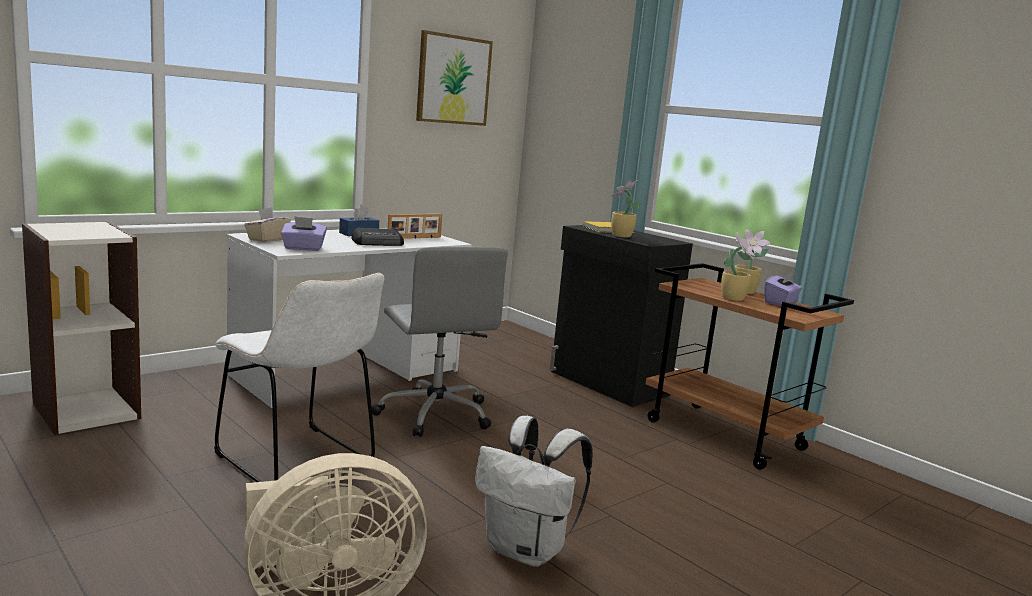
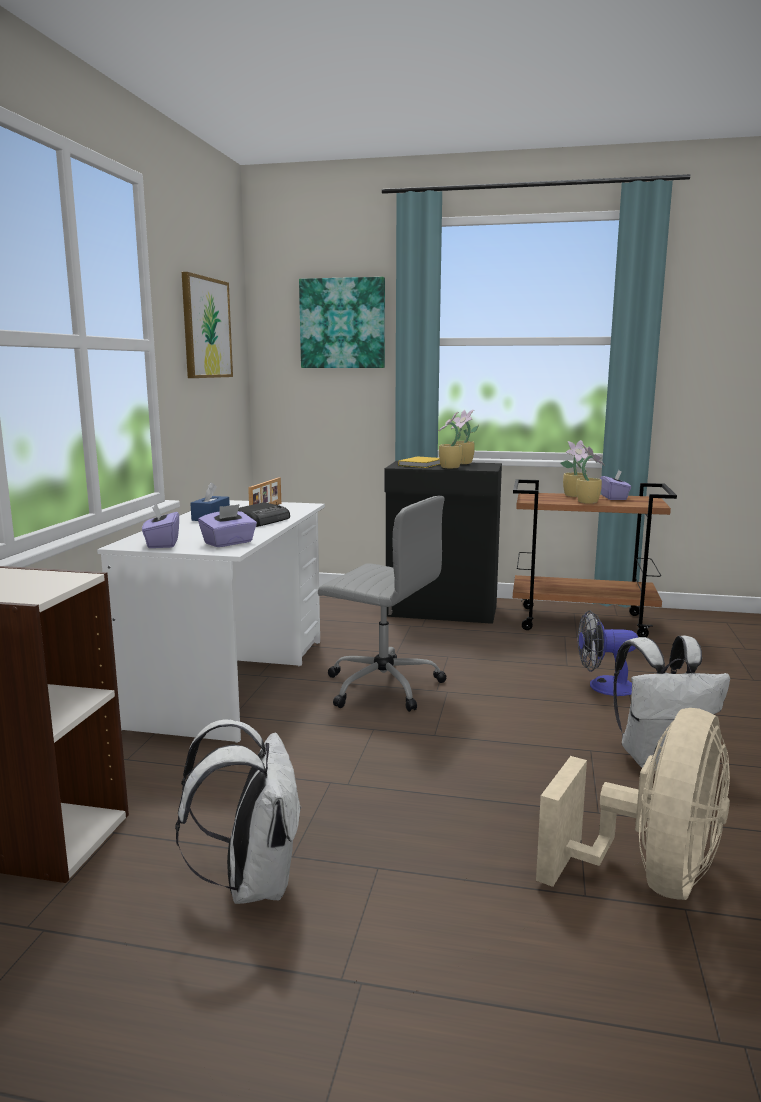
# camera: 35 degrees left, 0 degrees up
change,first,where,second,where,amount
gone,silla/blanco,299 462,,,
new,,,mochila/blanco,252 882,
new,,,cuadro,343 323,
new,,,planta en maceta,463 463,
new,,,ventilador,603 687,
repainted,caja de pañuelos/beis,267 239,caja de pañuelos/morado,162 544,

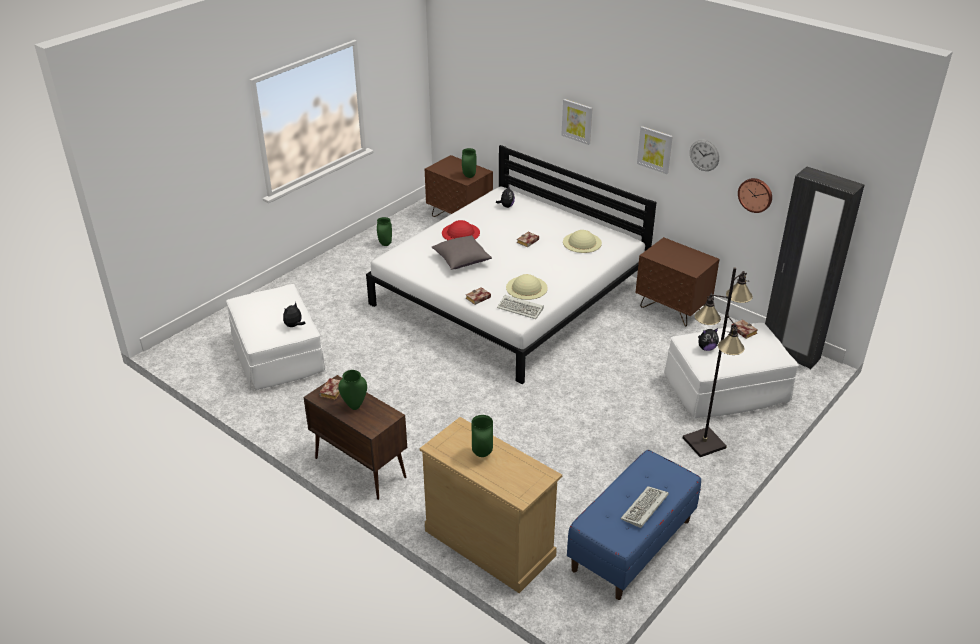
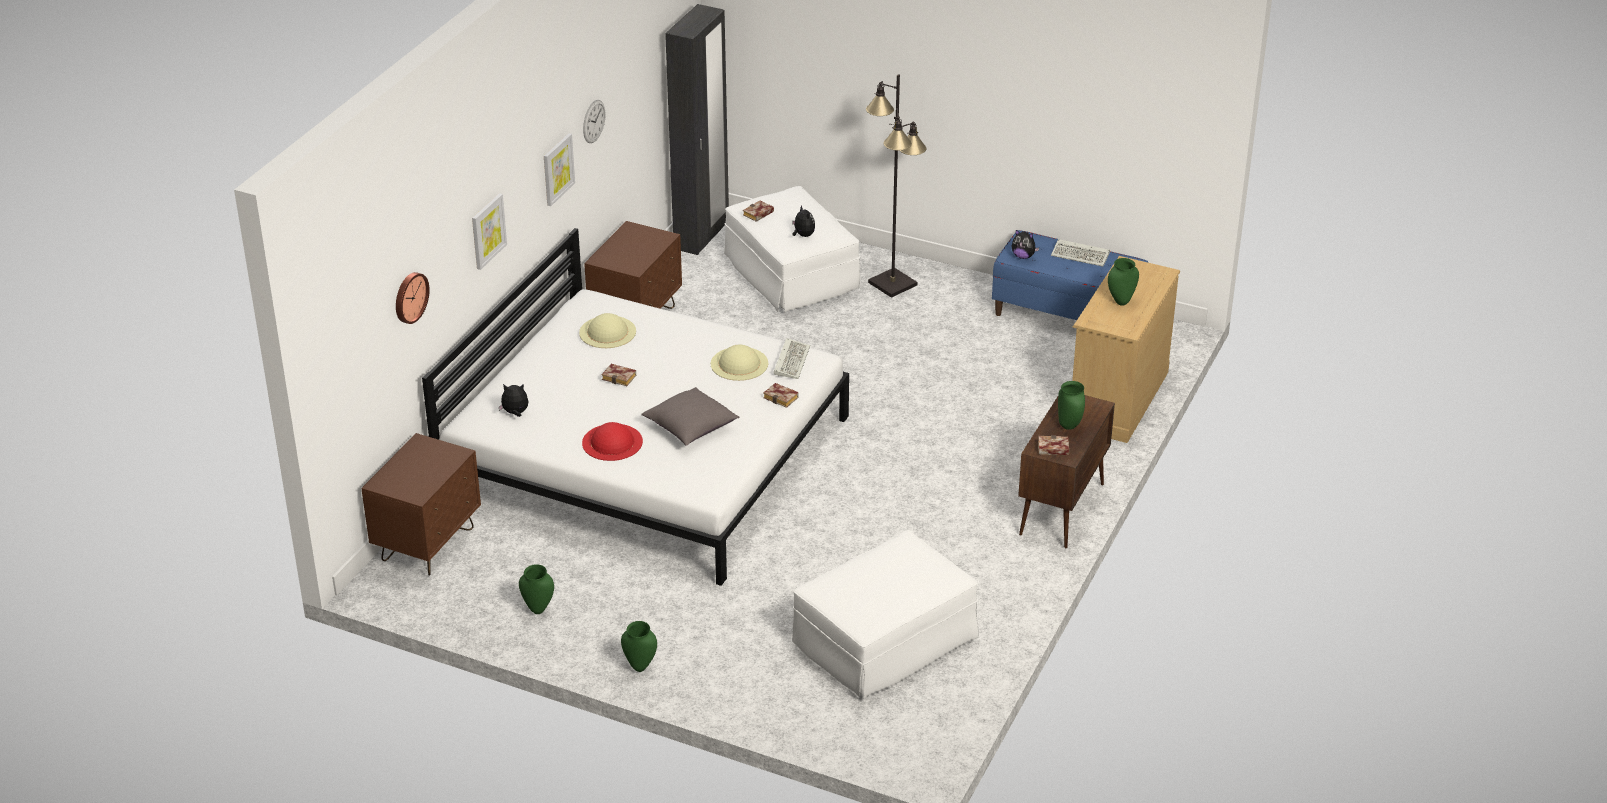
# camera: 105 degrees left, 0 degrees up
change,first,where,second,where,amount
shifted,peluche,294 326,,1023 256,
shifted,florero/verde,468 176,,640 667,
shifted,reloj de pared,755 194,,409 297,

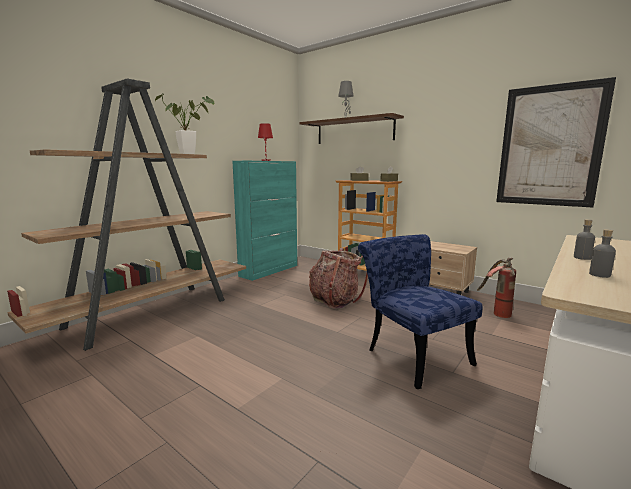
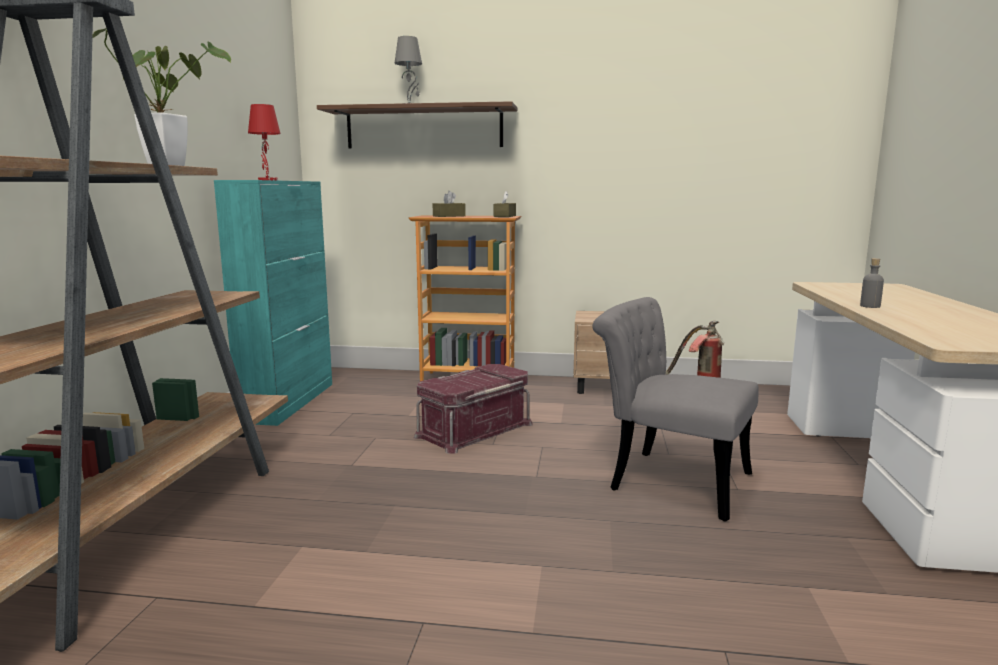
# camera: 30 degrees left, 0 degrees up
change,first,where,second,where,amount
gone,cuadro,549 146,,,
gone,botella/gris,599 275,,,
swapped,mochila,335 300,caja de almacenaje/rojo,473 429,
repainted,silla/azul,412 354,silla/gris,668 479,

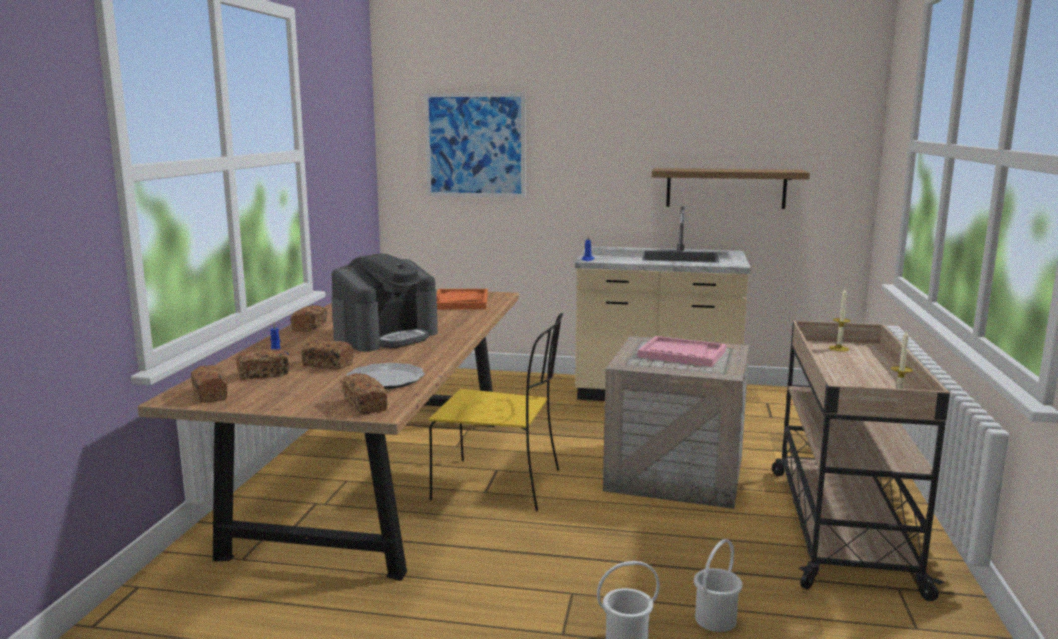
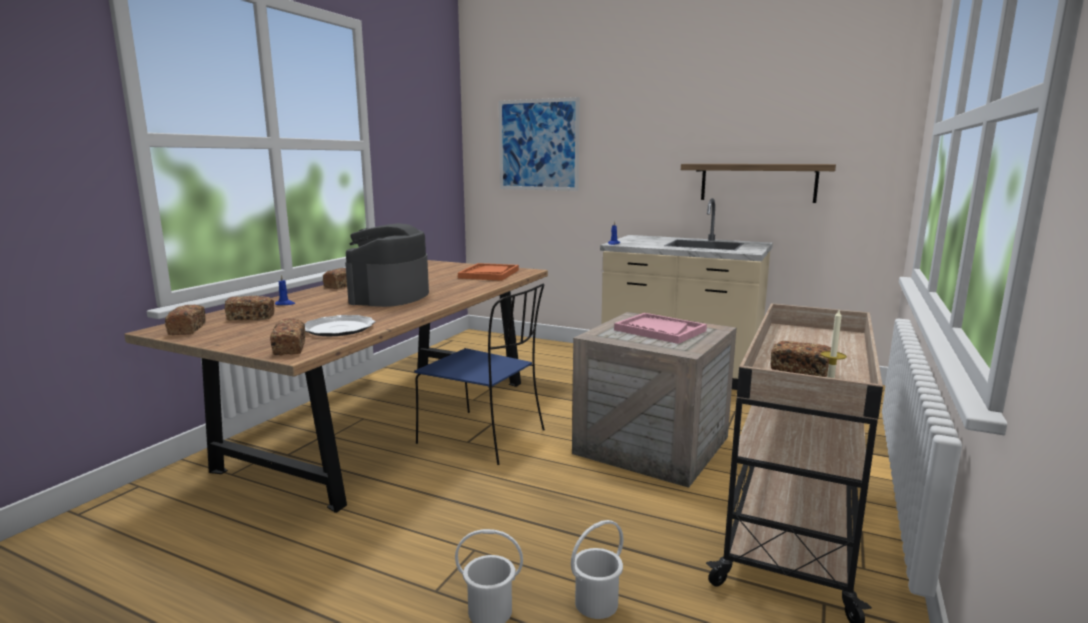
# camera: 15 degrees right, 0 degrees up
change,first,where,second,where,amount
gone,vela,839 348,,,
shifted,pan,327 365,,800 370,
repainted,silla/amarillo,500 485,silla/azul,484 437,
rotated,cafetera,386 337,,390 296,135 degrees clockwise

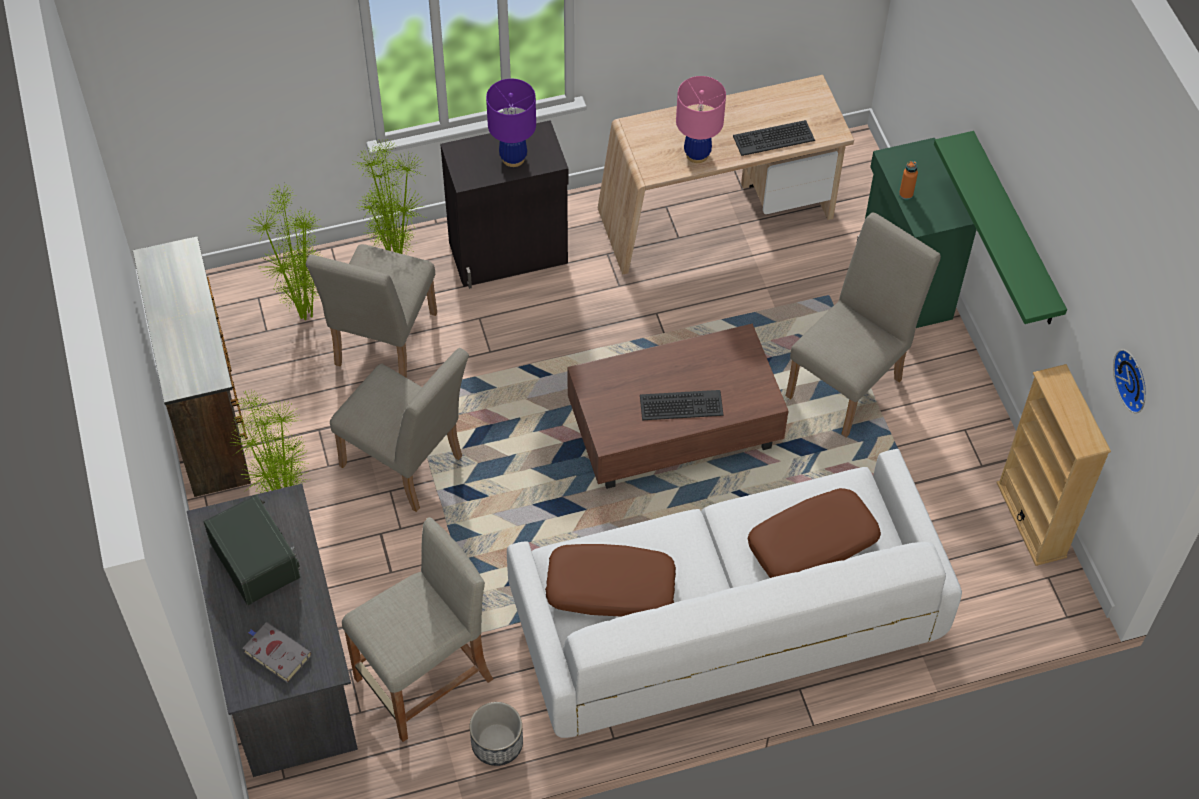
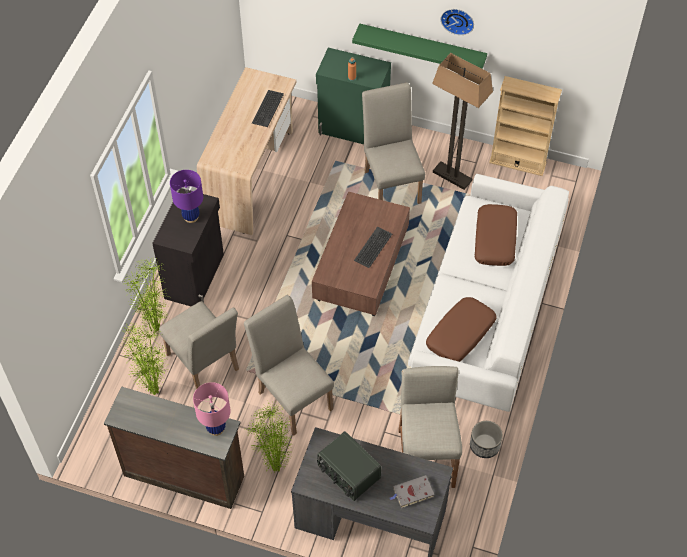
# camera: 55 degrees left, 0 degrees up
change,first,where,second,where,amount
new,,,lámpara de pie,452 176,
shifted,lámpara de mesa/rosa,697 154,,216 428,
shifted,reloj de pared,1134 380,,458 20,
rotated,radio,256 560,,348 473,135 degrees counterclockwise
rotated,silla/beis,408 467,,292 396,105 degrees counterclockwise

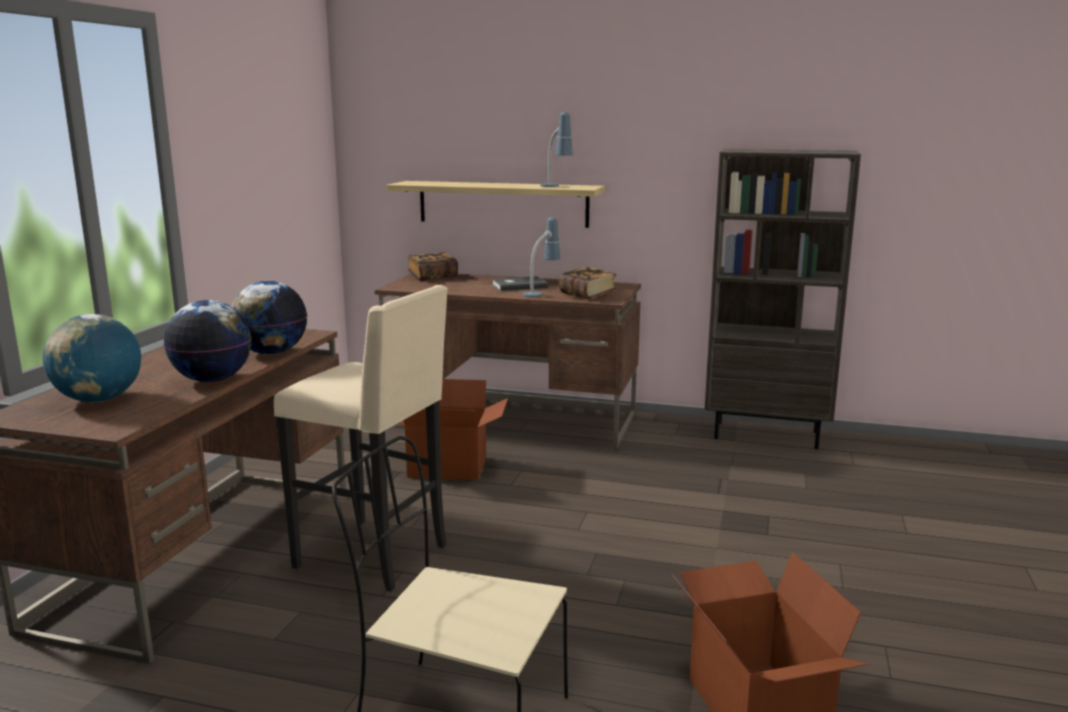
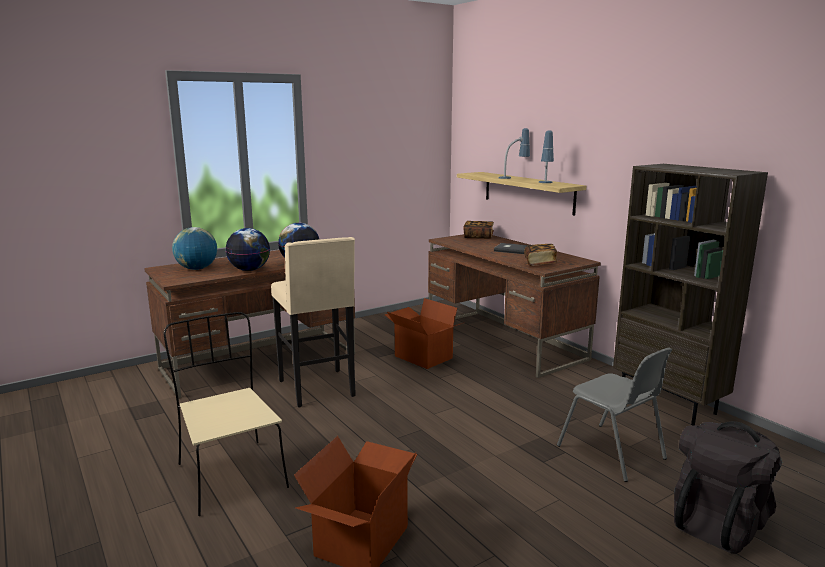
# camera: 40 degrees right, 0 degrees up
change,first,where,second,where,amount
new,,,silla/gris,612 453,
new,,,mochila/negro,718 523,
shifted,lámpara de mesa,541 293,,513 178,

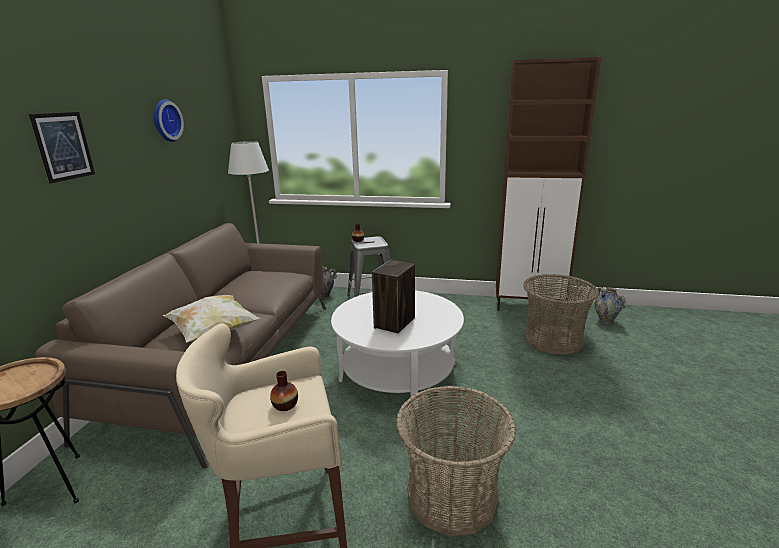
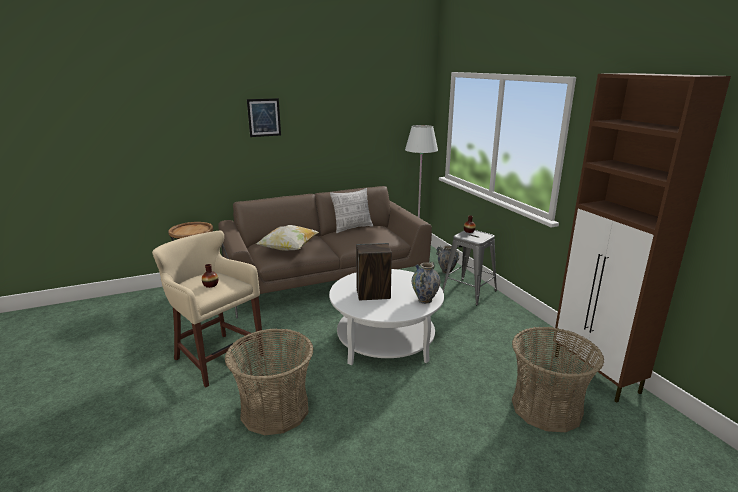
# camera: 55 degrees right, 0 degrees up
change,first,where,second,where,amount
gone,reloj de pared,165 120,,,
new,,,cojín,352 228,
shifted,florero,605 321,,425 300,

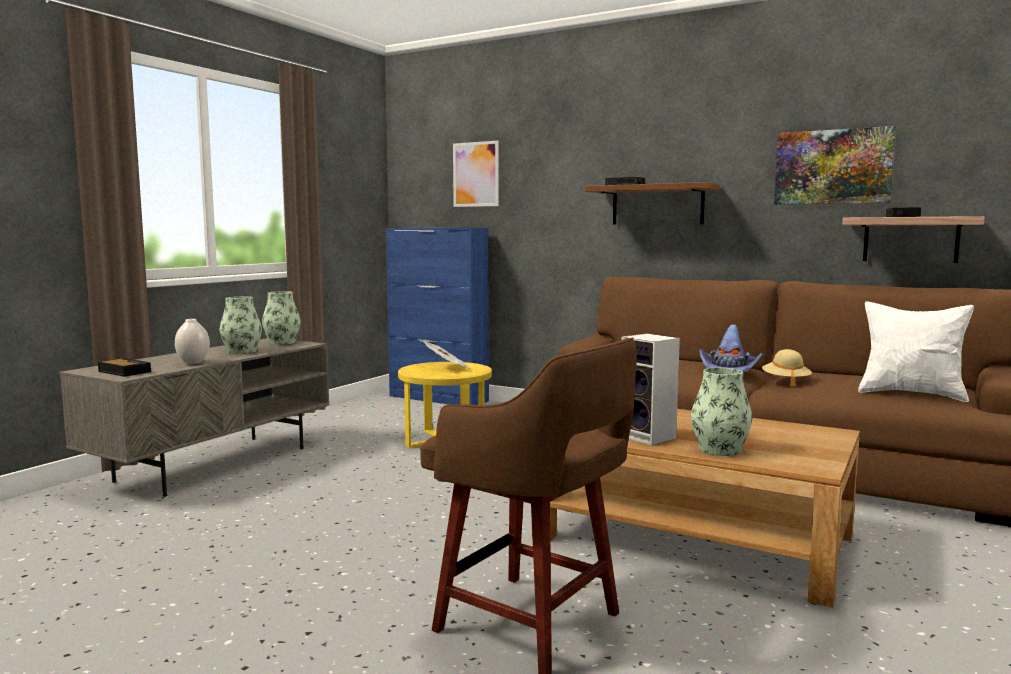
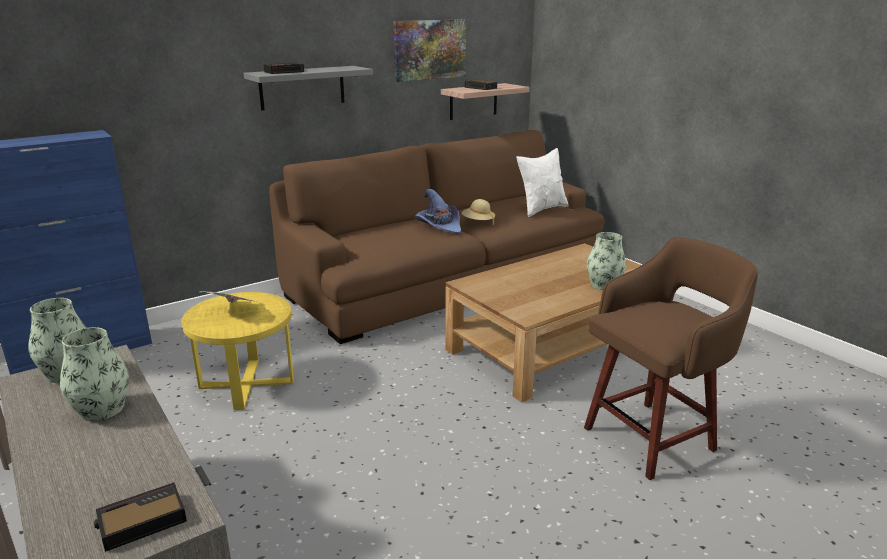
# camera: 65 degrees left, 15 degrees up
change,first,where,second,where,amount
gone,florero/blanco,194 363,,,
gone,cuadro,476 174,,,
gone,altavoz,650 437,,,
repainted,estante/marrón,657 205,estante/gris,302 87,

